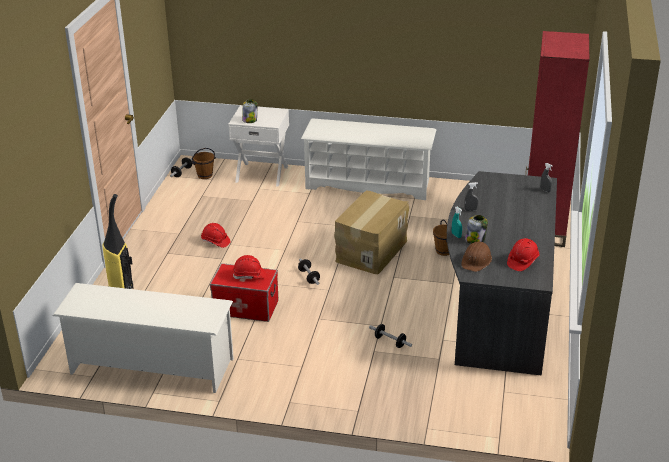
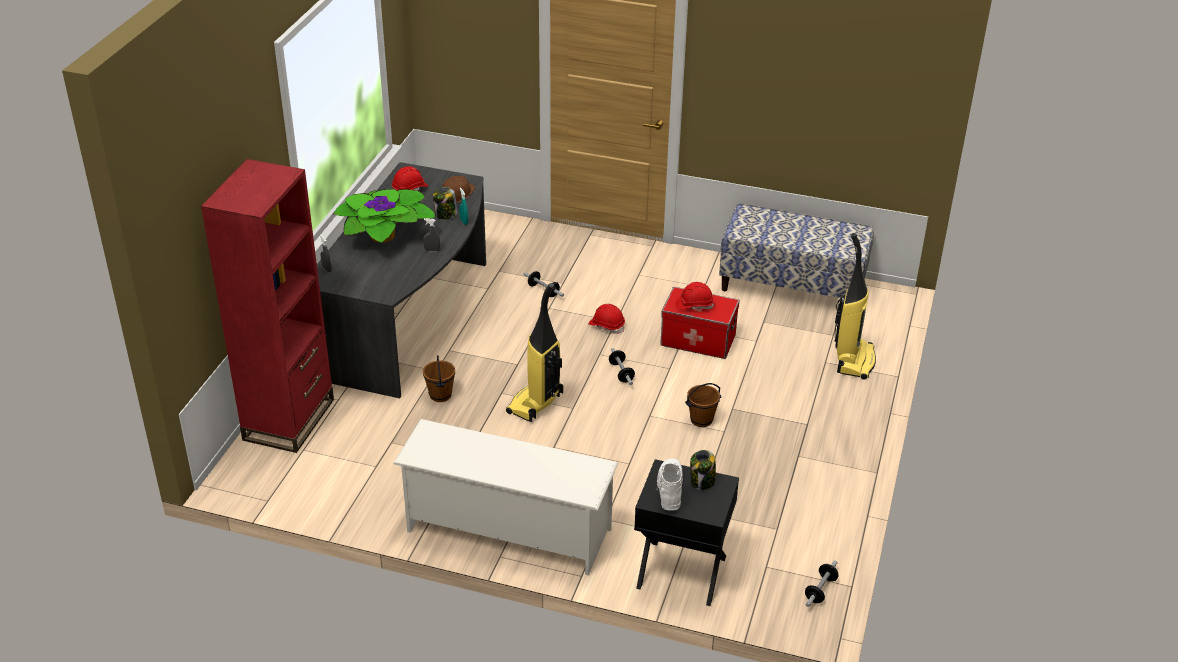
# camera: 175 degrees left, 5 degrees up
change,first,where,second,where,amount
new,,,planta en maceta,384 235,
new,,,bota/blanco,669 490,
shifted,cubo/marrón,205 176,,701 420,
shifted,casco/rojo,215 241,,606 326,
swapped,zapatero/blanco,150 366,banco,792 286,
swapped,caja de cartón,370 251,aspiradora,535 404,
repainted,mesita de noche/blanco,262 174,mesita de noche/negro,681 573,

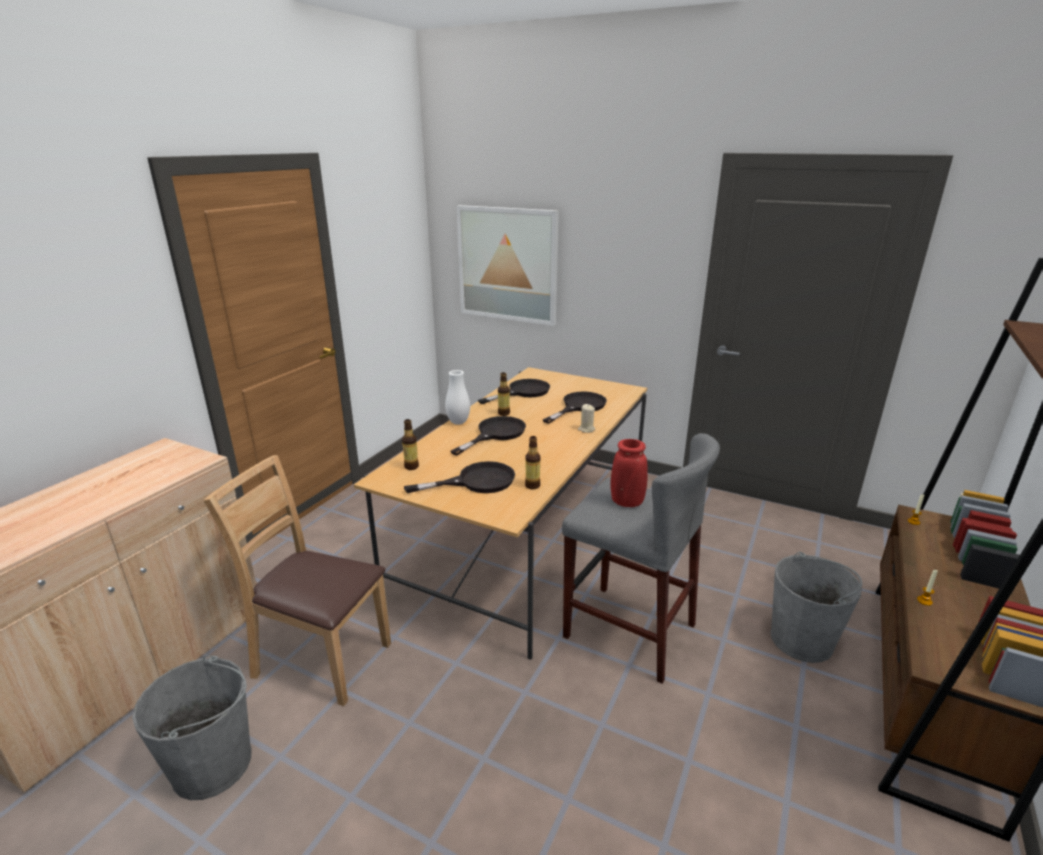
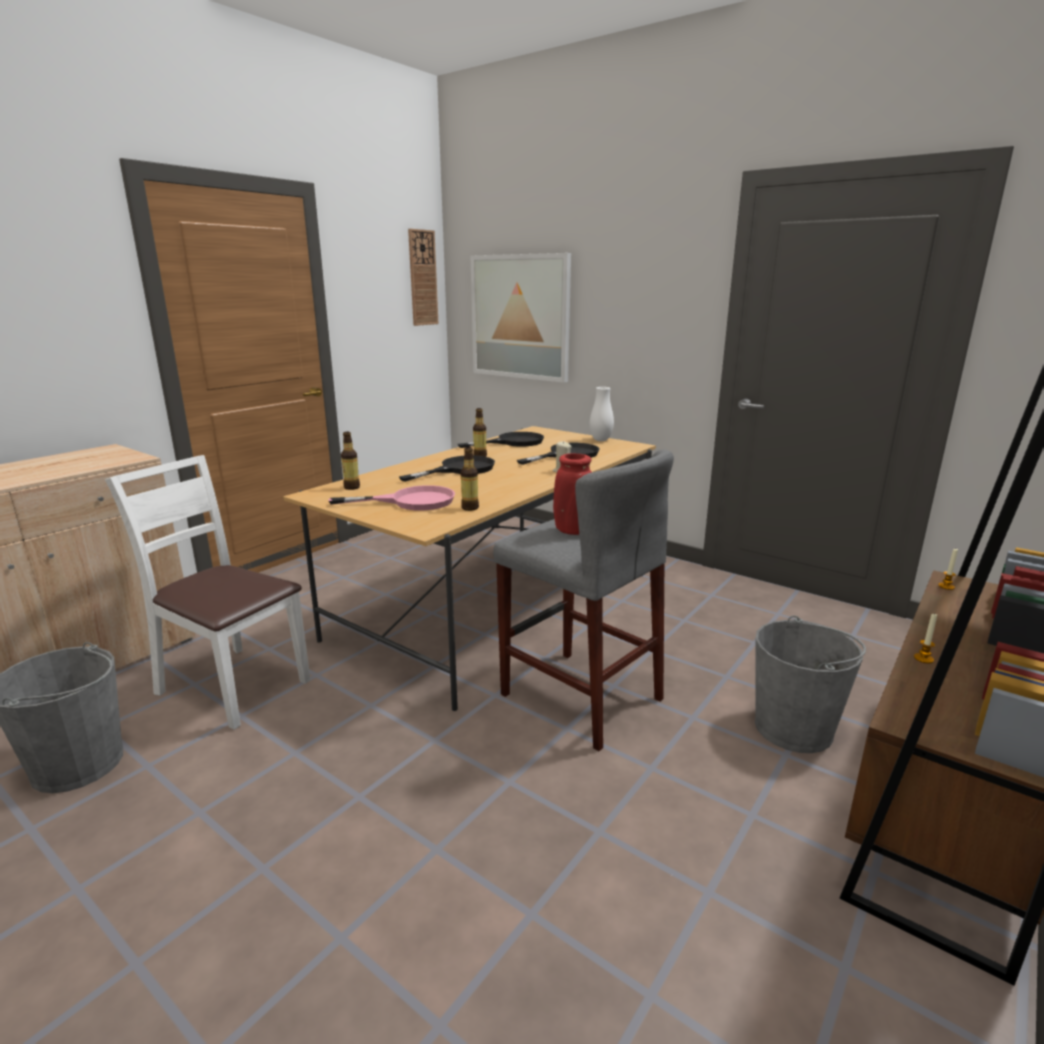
# camera: 10 degrees right, 5 degrees down
change,first,where,second,where,amount
new,,,reloj de pared,422 278,
shifted,florero/blanco,458 422,,600 440,
repainted,silla/marrón,322 658,silla/blanco,233 685,
repainted,sartén/negro,476 481,sartén/rosa,411 501,

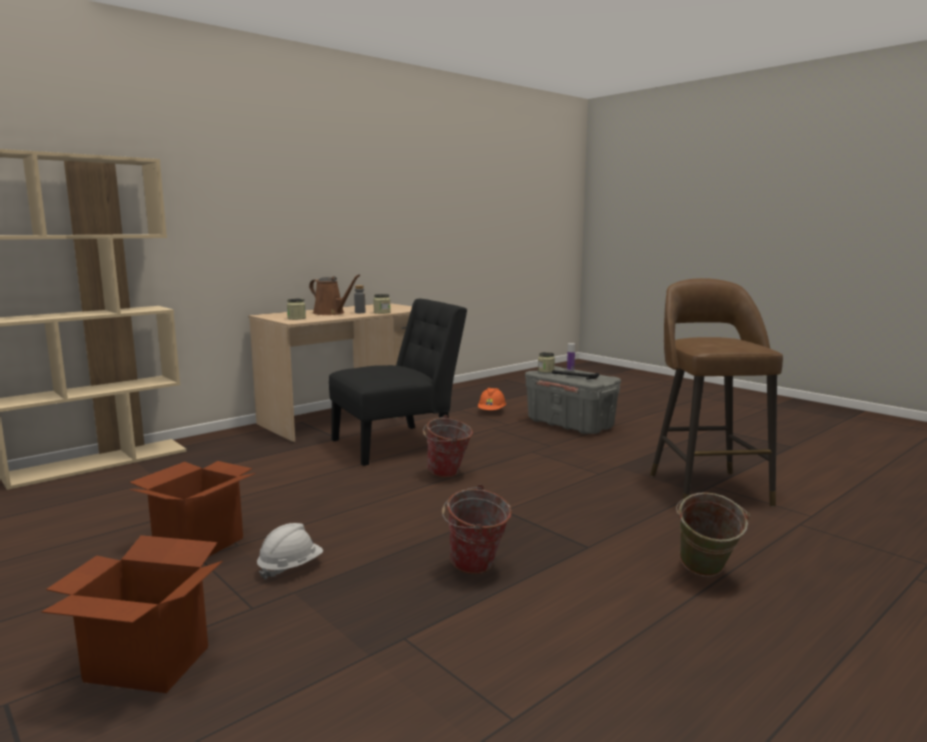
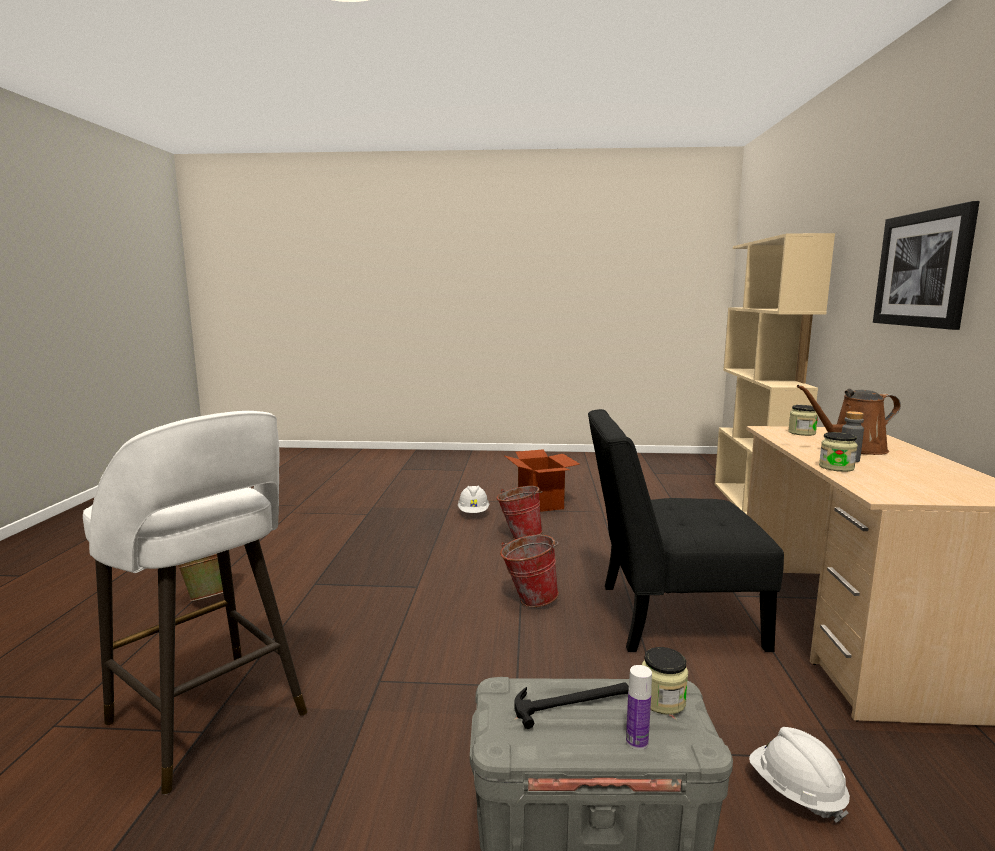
# camera: 135 degrees right, 0 degrees up
change,first,where,second,where,amount
gone,caja de cartón,146 664,,,
new,,,cuadro,923 269,
shifted,cubo,475 569,,519 536,
repainted,casco/naranja,491 411,casco/blanco,796 792,
repainted,taburete/marrón,707 488,taburete/blanco,210 721,
rotated,silla/negro,398 444,,669 616,75 degrees clockwise

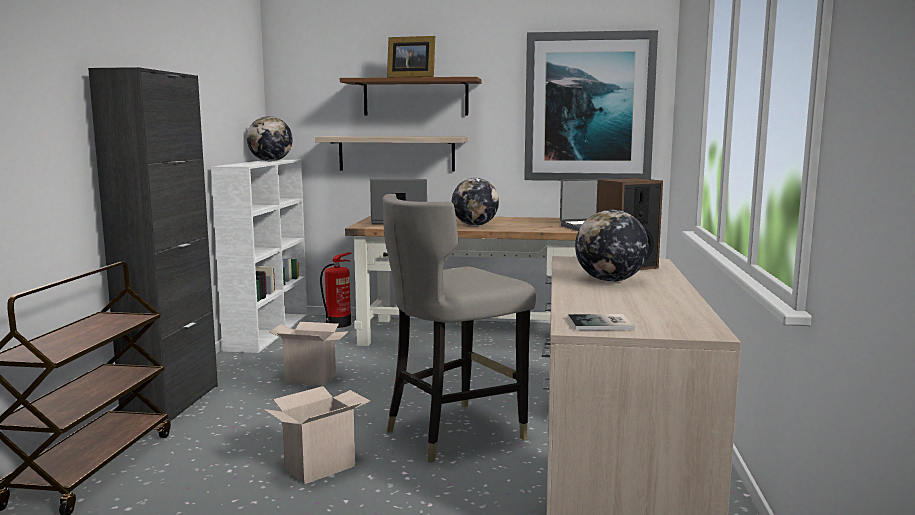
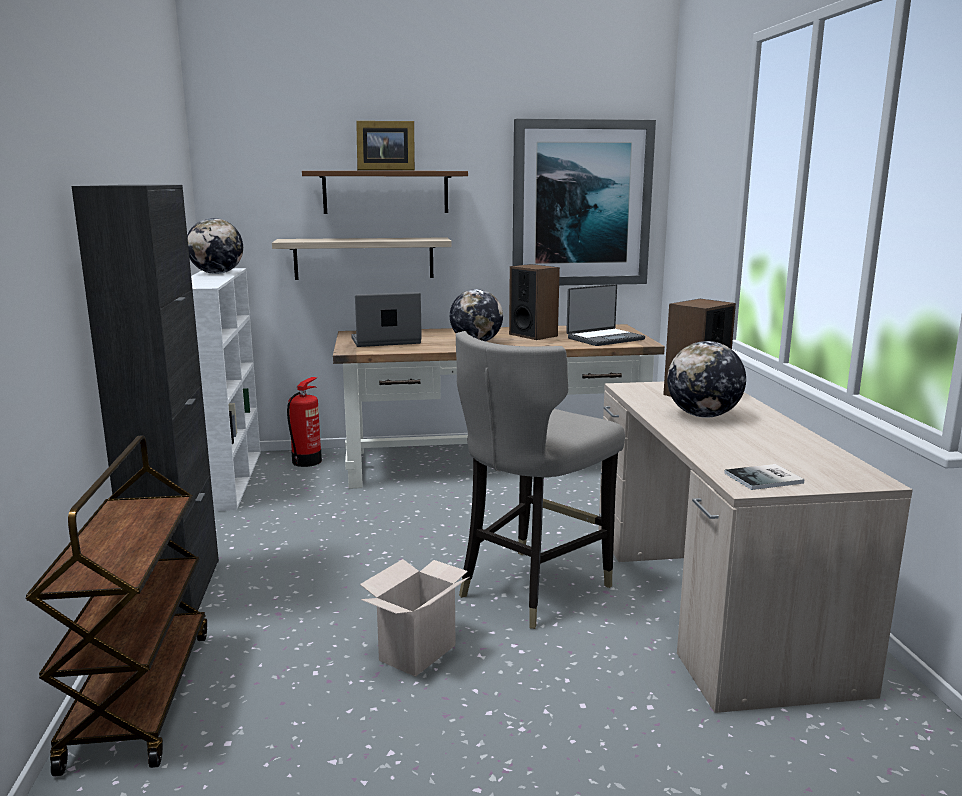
# camera: 15 degrees left, 5 degrees up
change,first,where,second,where,amount
gone,caja de cartón,312 378,,,
new,,,altavoz,533 335,

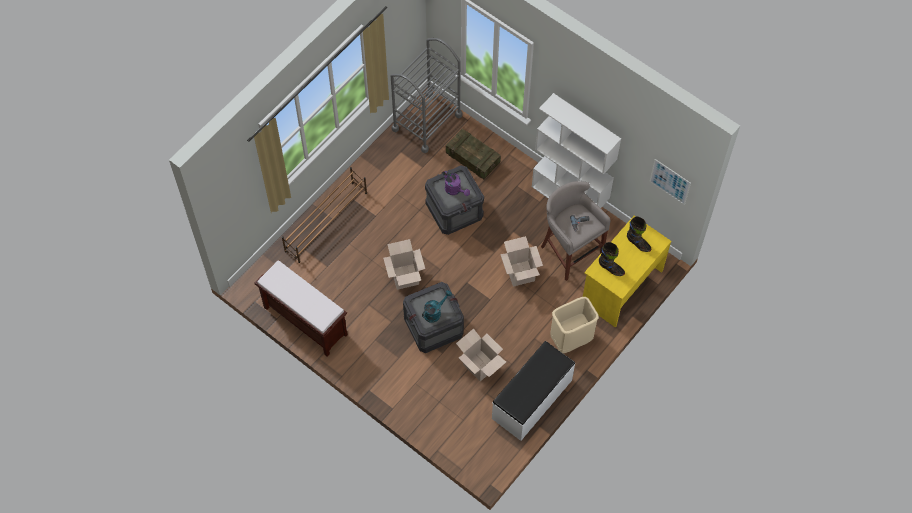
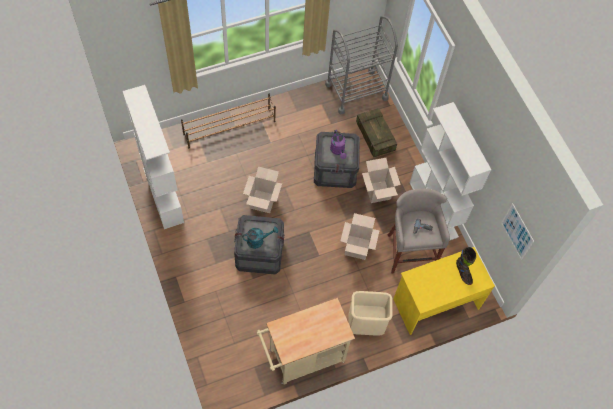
# camera: 25 degrees right, 0 degrees up
change,first,where,second,where,amount
gone,bota/negro,611 268,,,
shifted,caja de cartón,480 365,,378 192,
swapped,banco/marrón,304 321,estantería/blanco,162 195,
swapped,banco/blanco,532 399,carrito/beis,302 358,

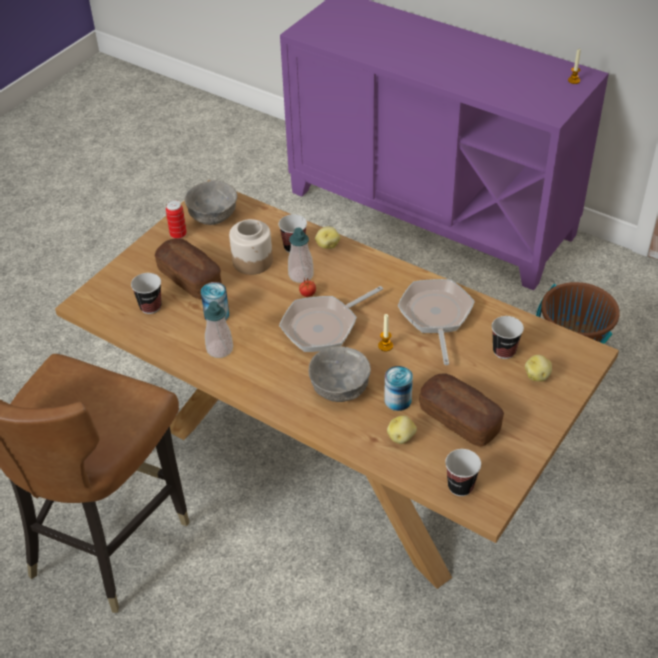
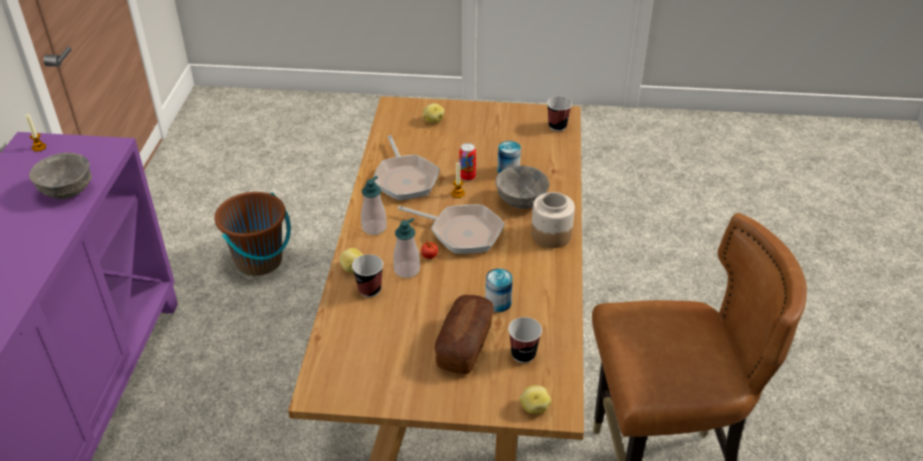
# camera: 120 degrees left, 5 degrees down
change,first,where,second,where,amount
gone,pan,459 420,,,
gone,taza,504 351,,,
shifted,lata,178 235,,467 177,
shifted,cuenco/gris,213 216,,67 190,
shifted,dispensador de jabón,219 349,,374 228,
shifted,tarro,253 261,,550 235,
shifted,patata,401 437,,534 407,
rotated,sartén,436 316,,405 179,75 degrees counterclockwise

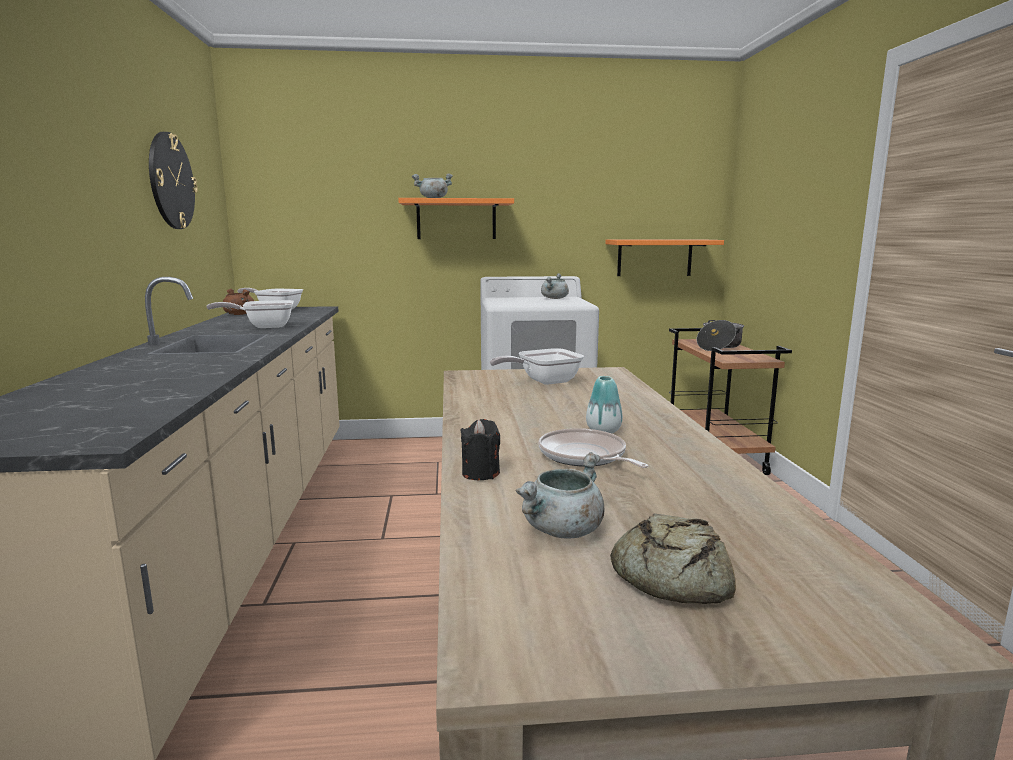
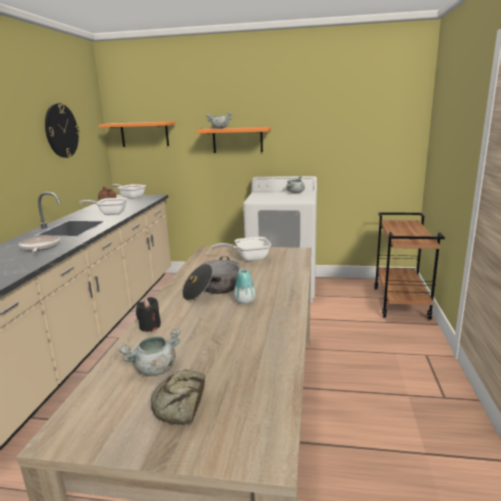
# camera: 15 degrees right, 5 degrees up
change,first,where,second,where,amount
shifted,sartén,584 456,,40 247,
shifted,estante/naranja,654 257,,144 134,
shifted,olla,719 346,,212 290,

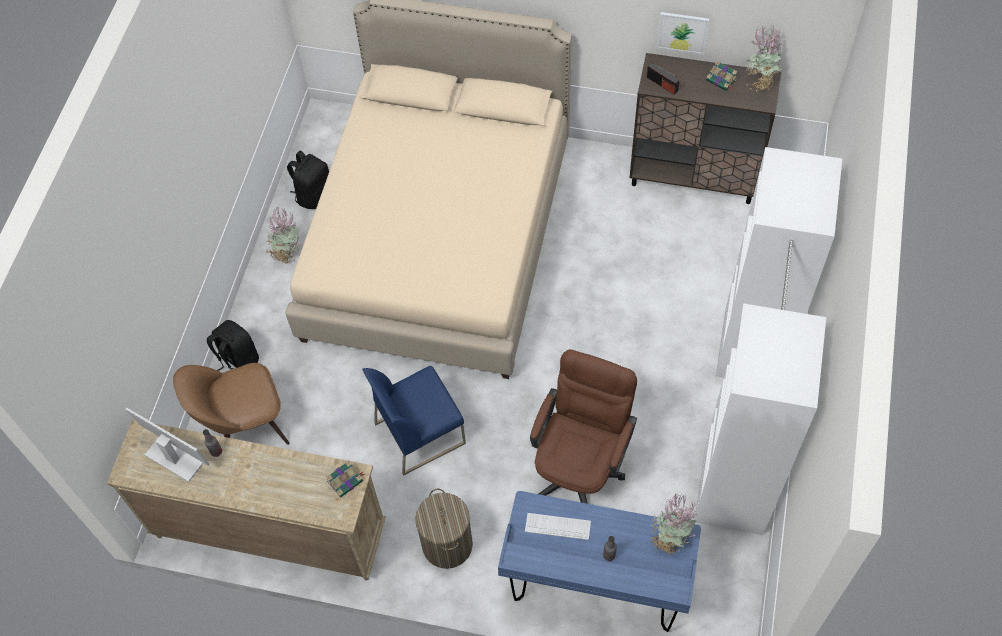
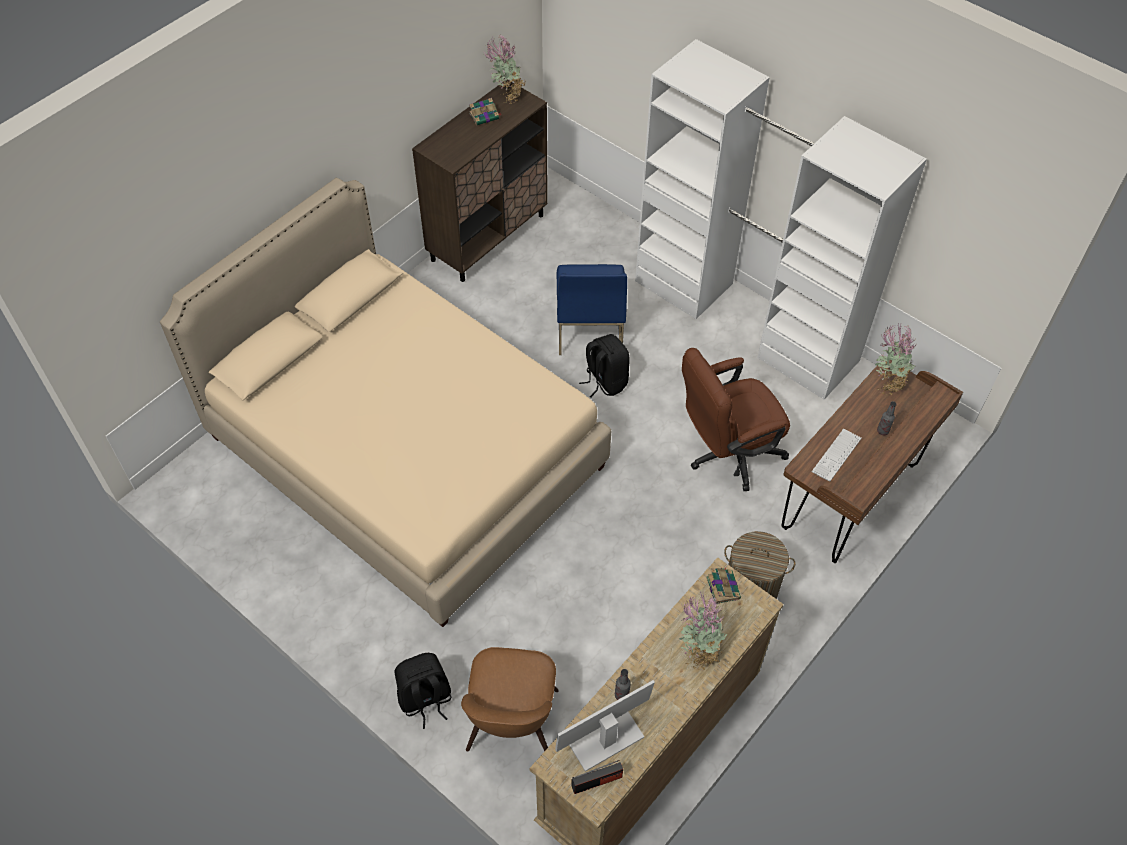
# camera: 65 degrees left, 5 degrees down
change,first,where,second,where,amount
gone,cuadro,682 32,,,
shifted,planta en maceta,287 253,,699 651,
shifted,mochila/negro,313 194,,605 381,
shifted,silla/azul,420 432,,589 328,
shifted,radio,662 84,,597 781,
repainted,escritorio/azul,596 588,escritorio/marrón,850 497,
rotated,silla de oficina/marrón,580 467,,727 454,75 degrees counterclockwise

